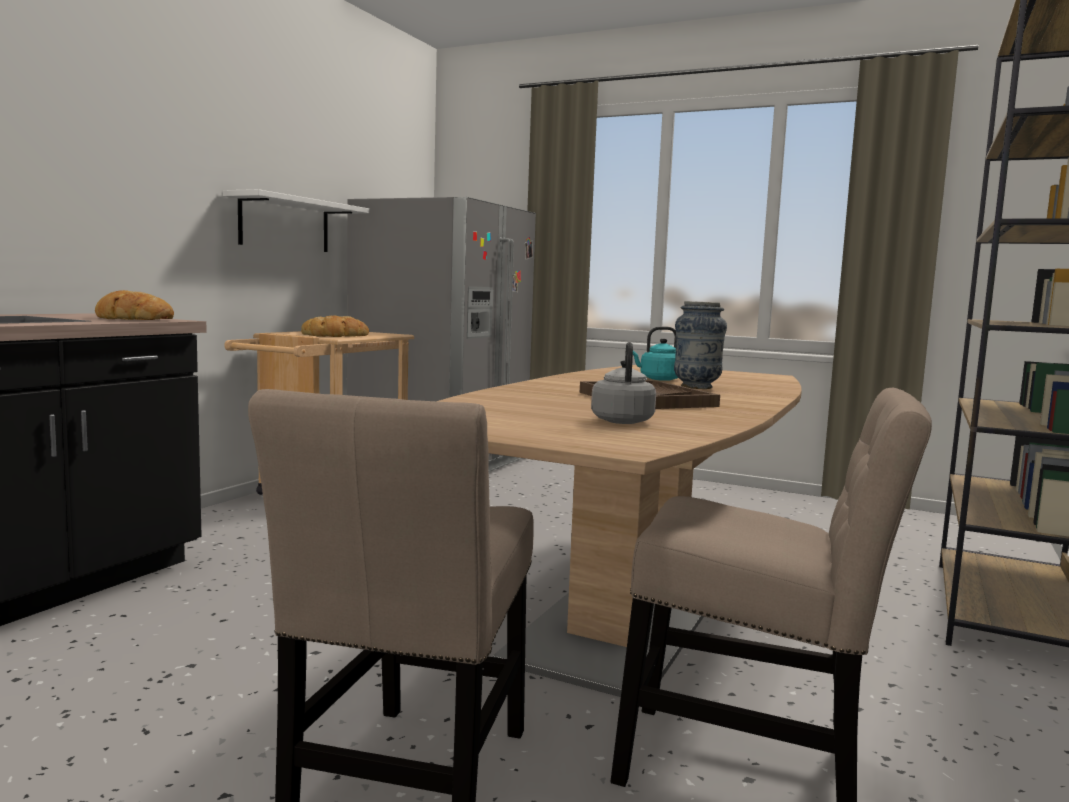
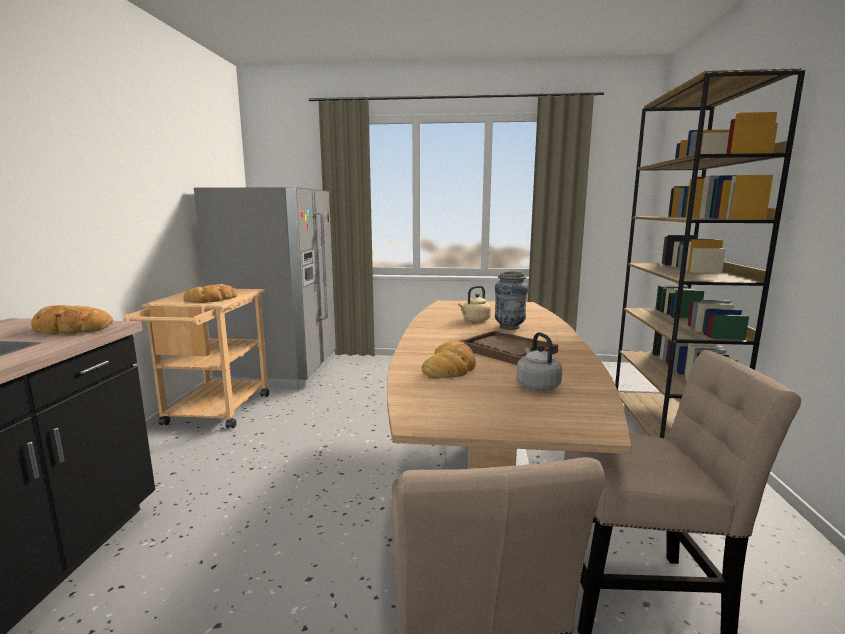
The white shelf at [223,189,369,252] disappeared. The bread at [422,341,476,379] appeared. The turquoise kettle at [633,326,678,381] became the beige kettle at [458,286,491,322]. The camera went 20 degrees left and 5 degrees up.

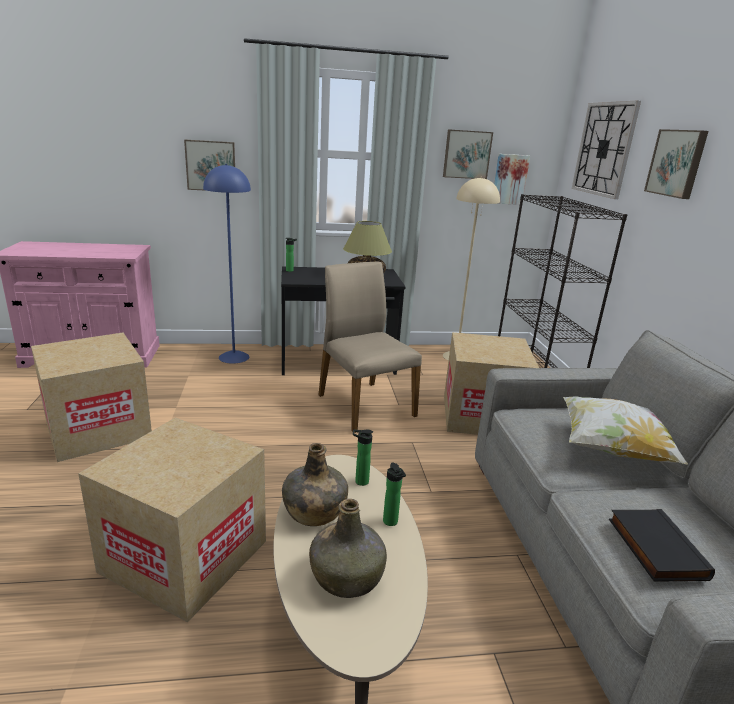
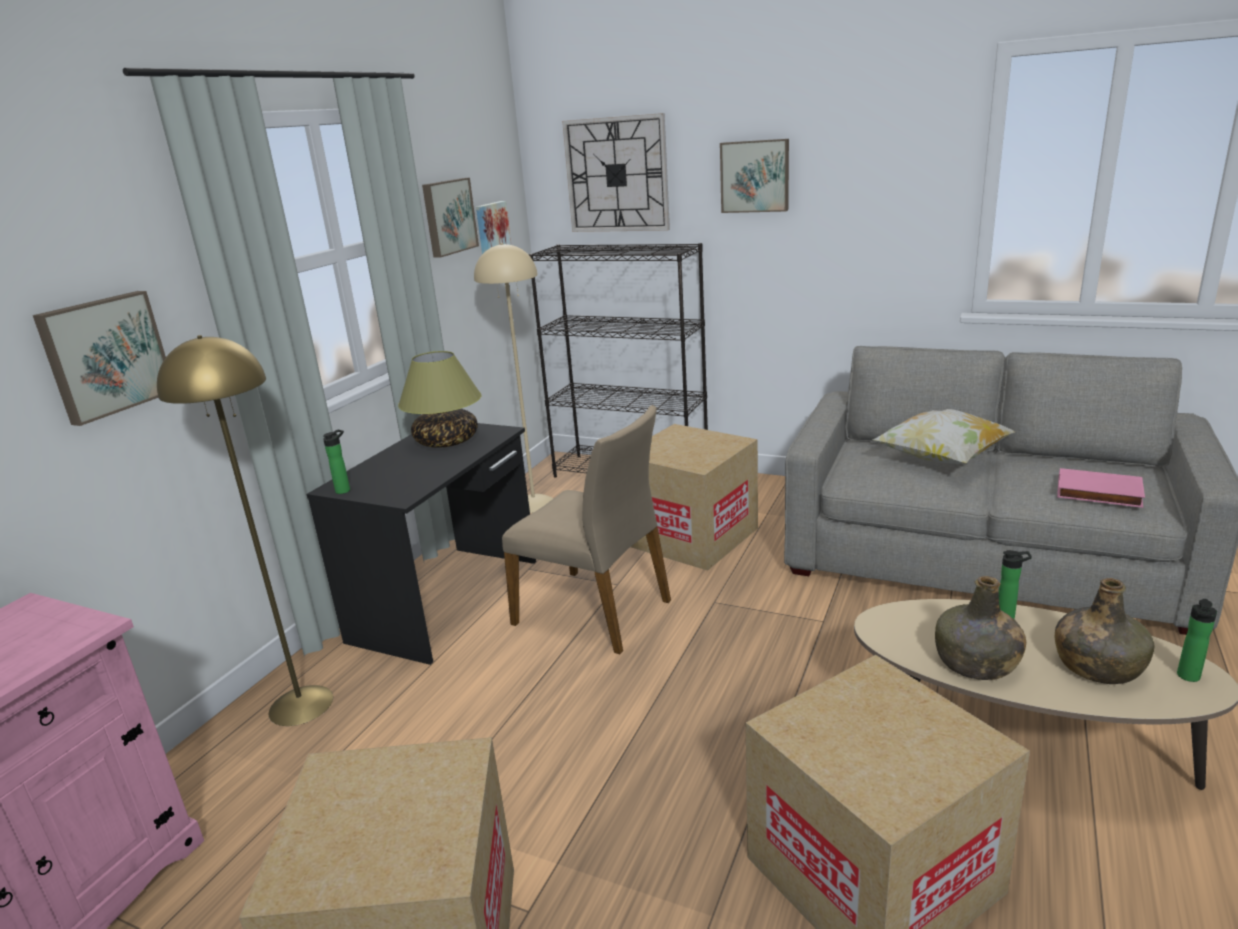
The bottle moved from [353,429,373,486] to [1177,599,1217,682]. The blue floor lamp at [203,164,251,364] became the yellow floor lamp at [157,335,333,726]. The black book at [609,509,715,582] became the pink book at [1057,468,1145,508]. The beige chair at [318,261,422,433] turned 150 degrees counterclockwise. The camera went 55 degrees left and 0 degrees up.

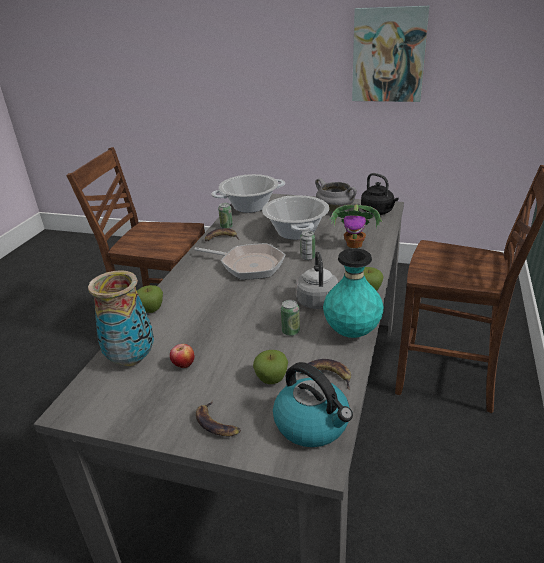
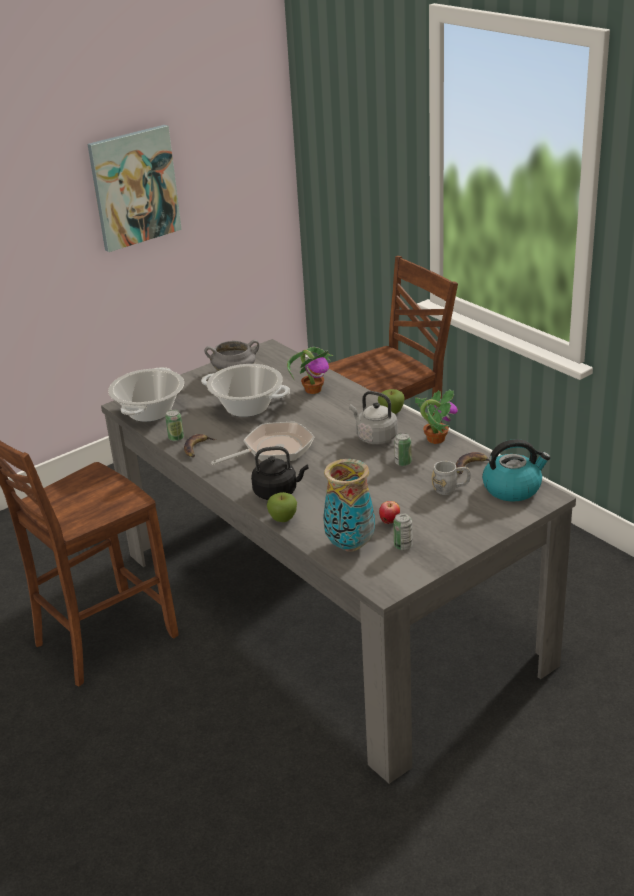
The banana at [196,401,241,437] disappeared. The can moved from [300,231,315,260] to [393,513,413,550]. The black kettle moved from [361,173,399,215] to [251,446,309,500]. The apple at [253,350,288,384] was replaced by the grey mug at [432,461,471,495]. The turquoise vase at [323,248,383,338] was replaced by the potted plant at [415,390,458,444]. The camera went 55 degrees left and 0 degrees up.

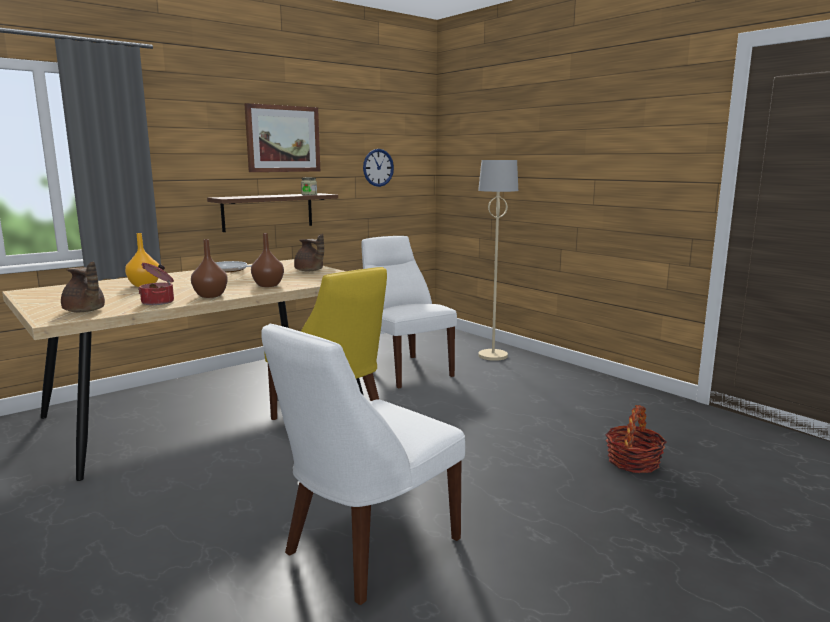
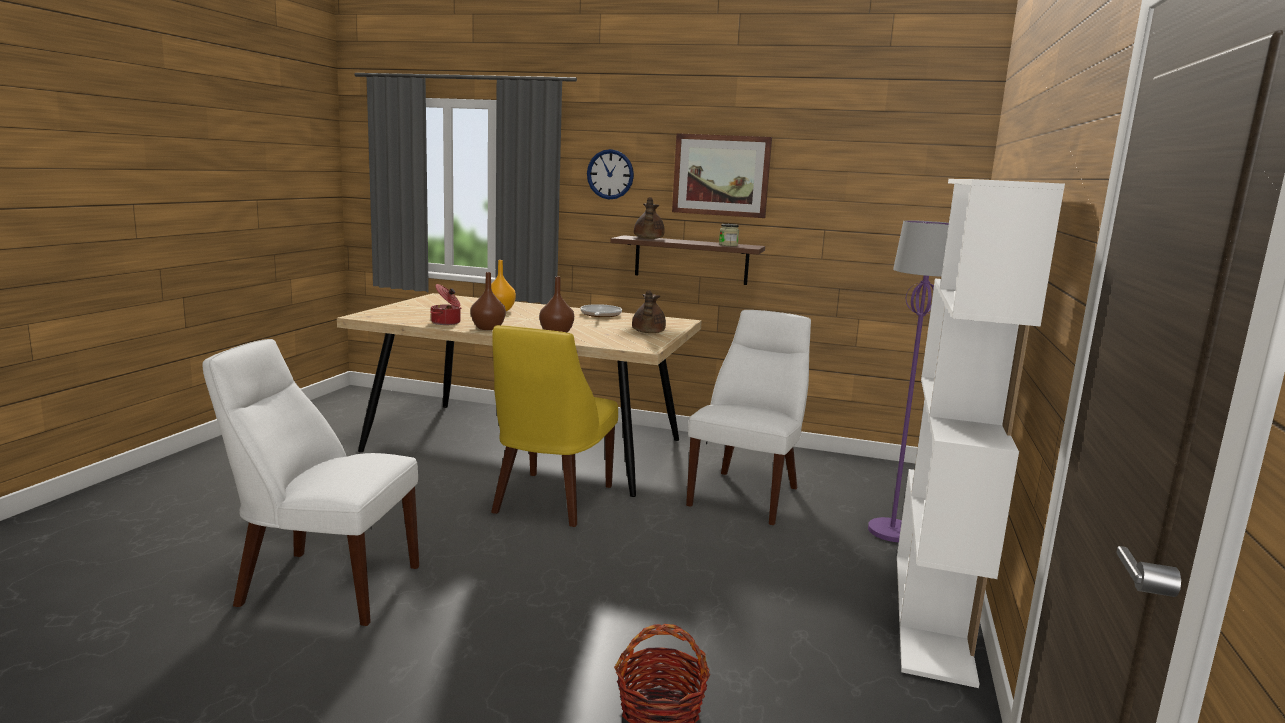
The white bookcase at [897,179,1065,688] appeared. The brown teapot moved from [61,262,105,312] to [634,197,664,239]. The wall clock moved from [363,149,394,187] to [587,149,634,199]. The beige floor lamp at [478,160,518,361] became the purple floor lamp at [868,220,949,542]. The camera went 55 degrees right and 0 degrees up.

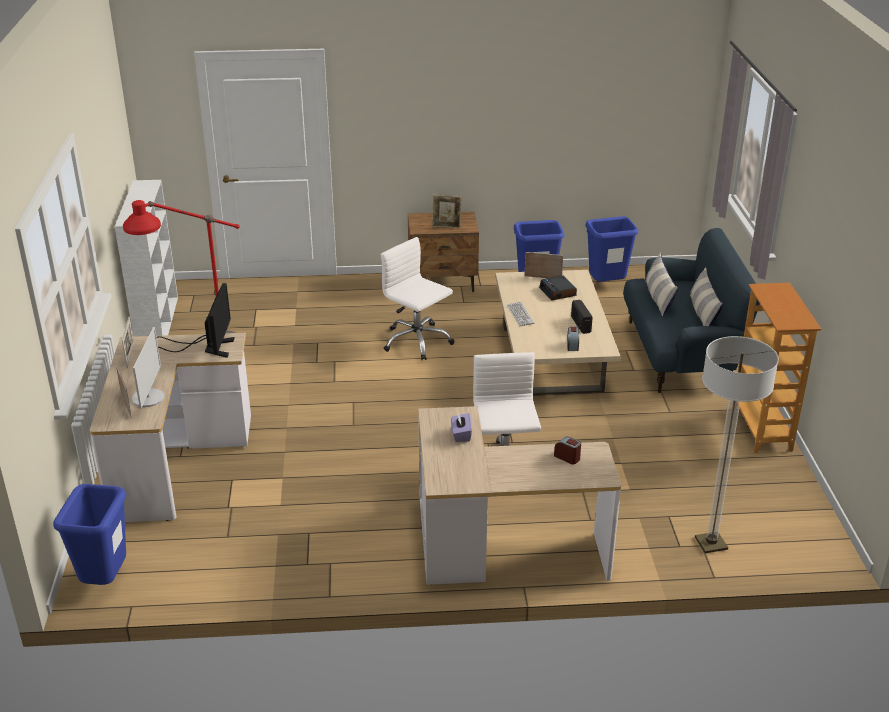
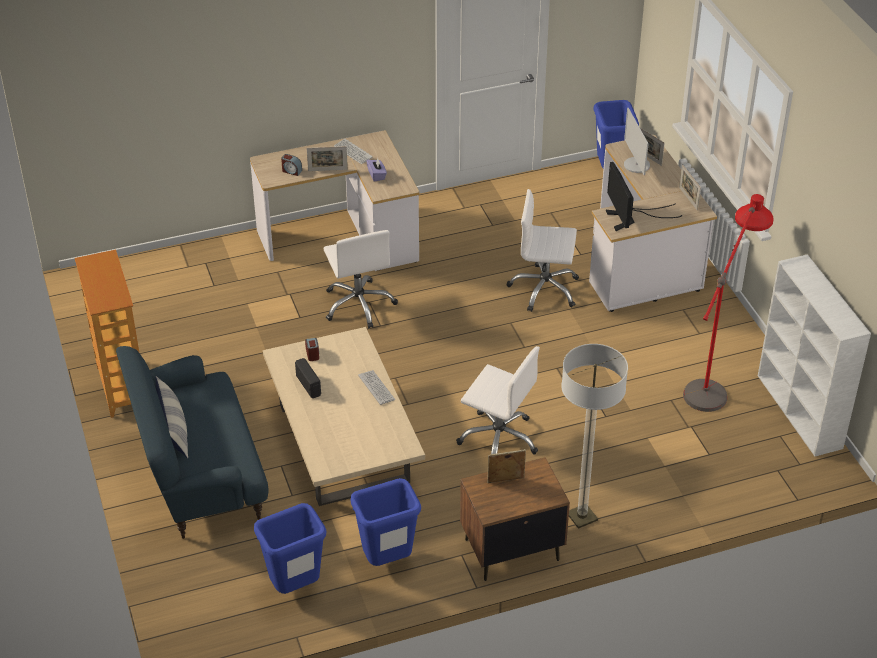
The alarm clock at [539,276,577,301] disappeared. The pillow at [645,253,678,317] disappeared. The keyboard at [334,139,373,164] appeared. The white office chair at [507,189,579,312] appeared. The picture frame moved from [524,252,564,278] to [307,146,348,171]. The floor lamp moved from [695,336,779,553] to [561,344,628,529]. The camera went 165 degrees right and 10 degrees up.

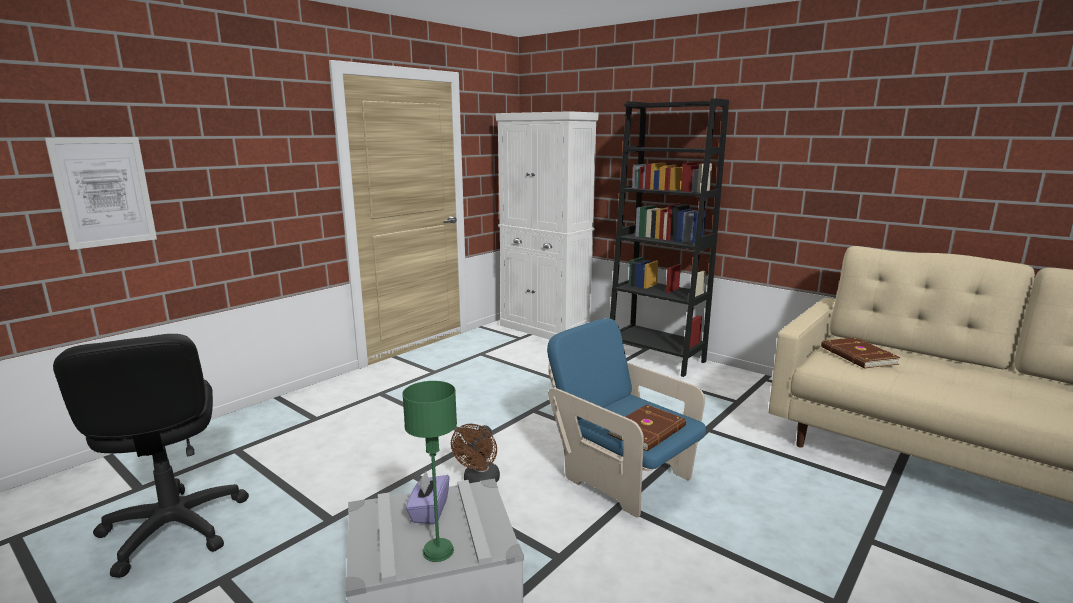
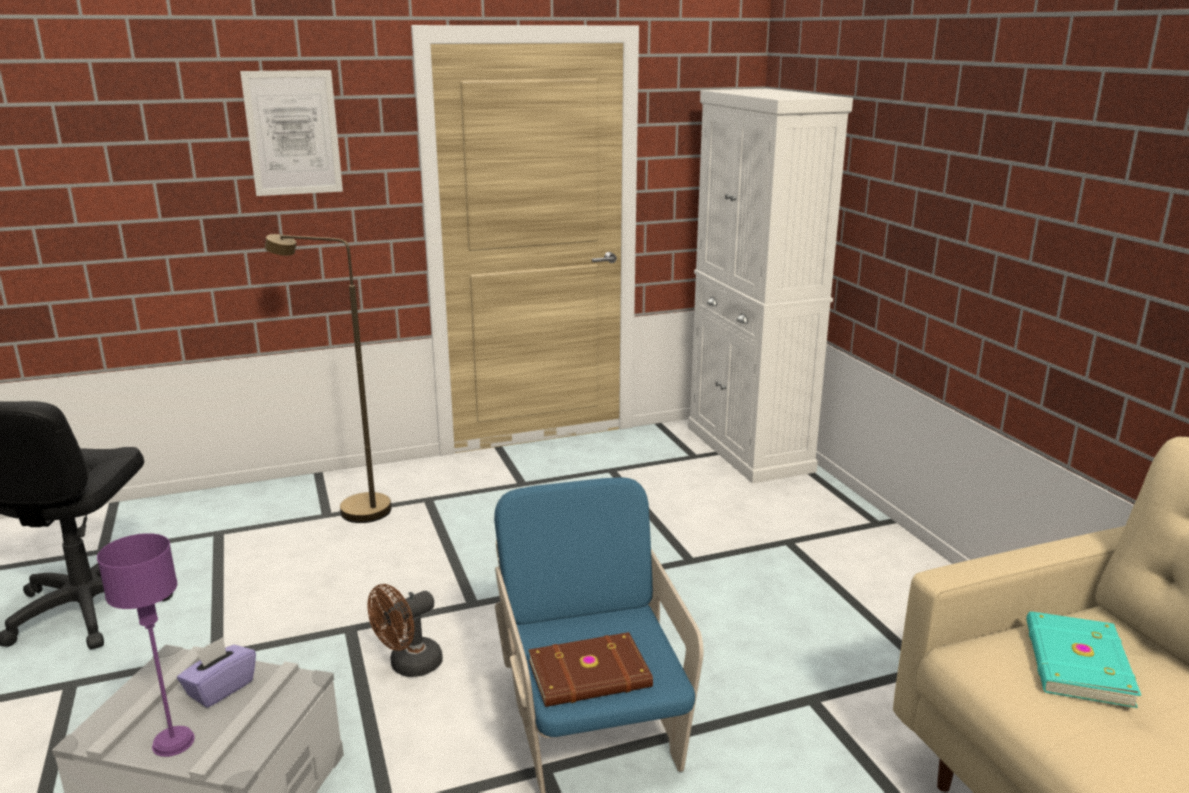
The black bookcase at [610,98,729,377] disappeared. The brown floor lamp at [265,234,391,523] appeared. The picture moved from [45,137,157,250] to [240,70,343,196]. The green table lamp at [402,381,457,562] became the purple table lamp at [97,533,195,757]. The brown book at [821,338,901,368] became the turquoise book at [1026,611,1141,708]. The camera went 30 degrees right and 5 degrees up.

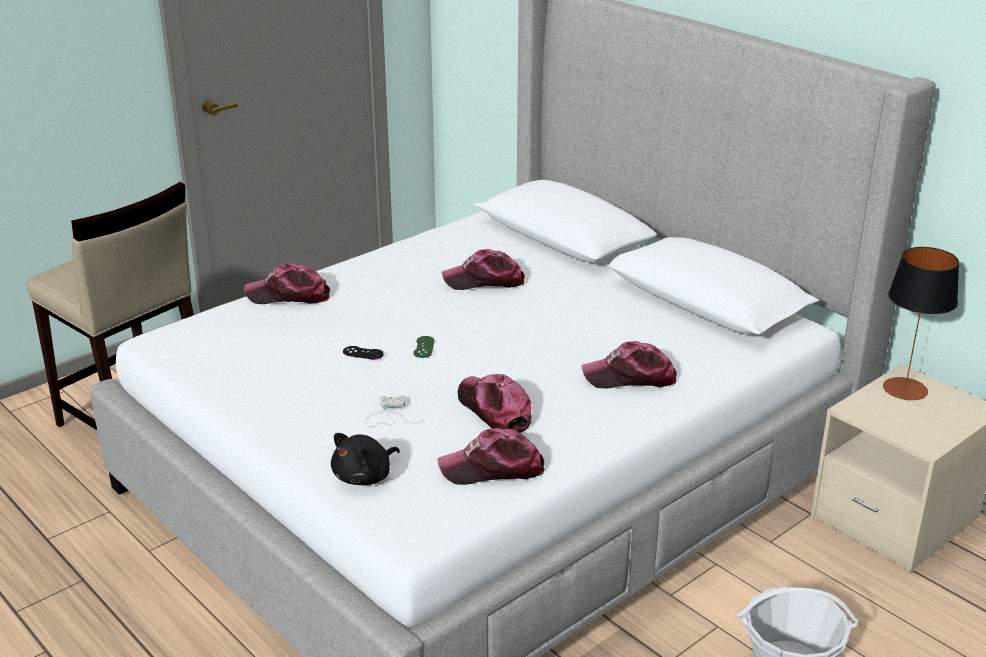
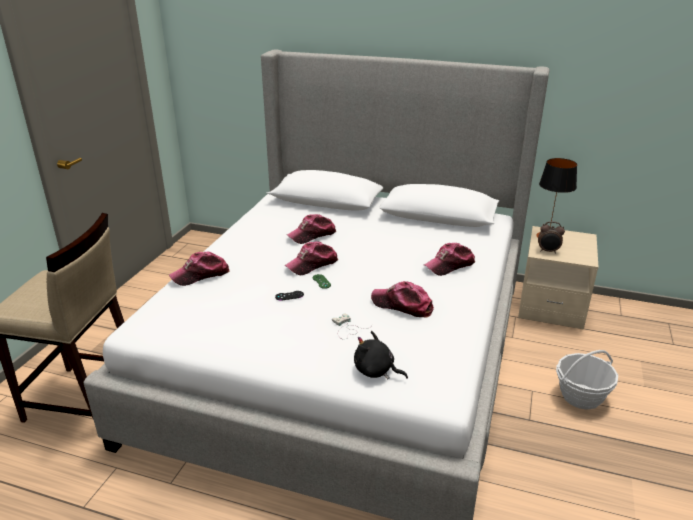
The alarm clock at [538,221,565,254] appeared. The cap moved from [437,428,545,485] to [285,241,338,275]. The black plush toy at [331,433,400,485] turned 105 degrees clockwise. The camera went 30 degrees left and 0 degrees up.

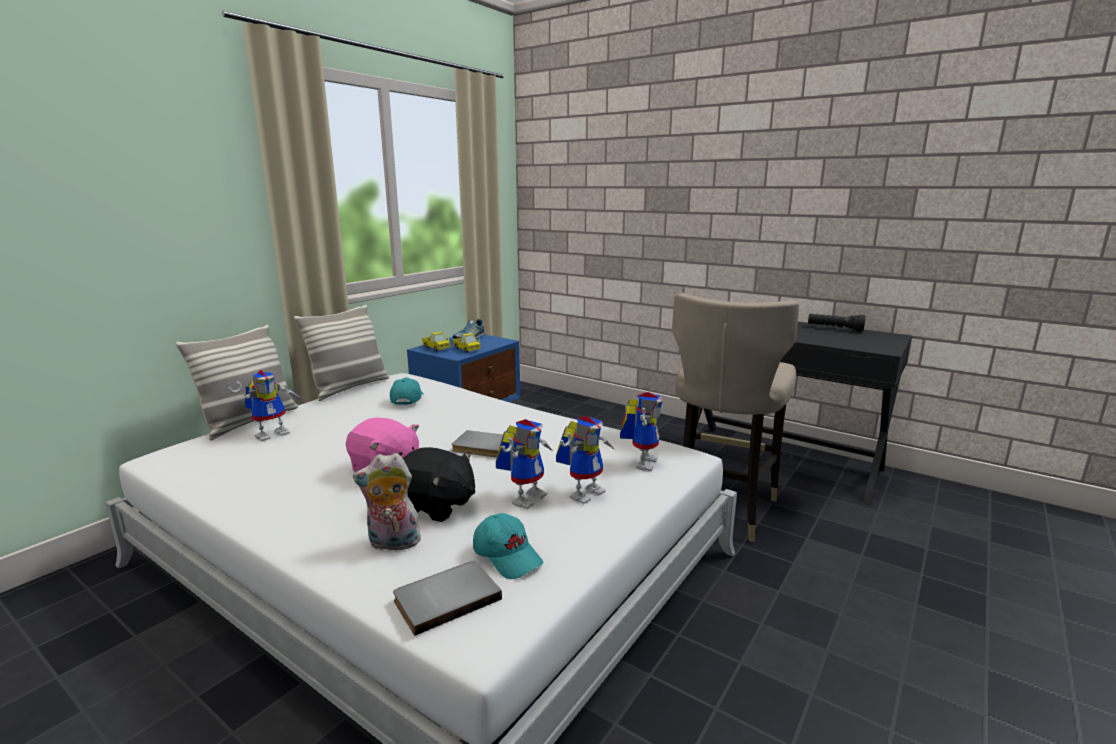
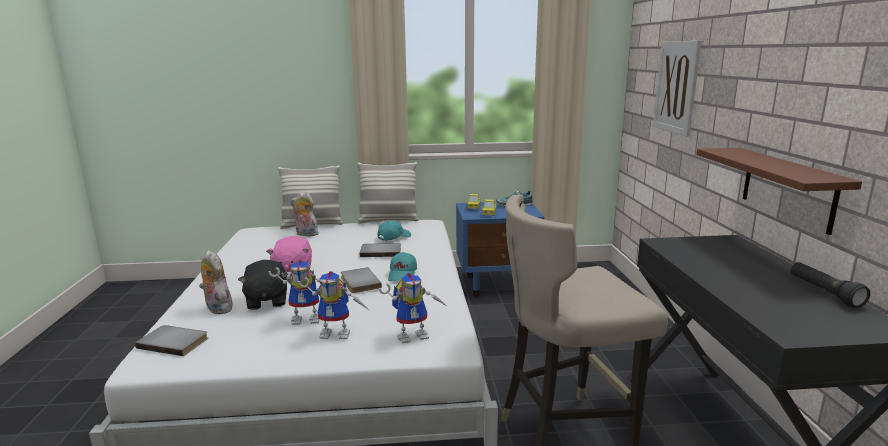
The grey book at [360,243,401,257] appeared. The picture at [653,41,701,137] appeared. The brown shelf at [696,148,862,235] appeared. The turquoise cap moved from [473,513,543,579] to [388,252,417,281]. The toy robot at [229,370,305,441] was replaced by the plush toy at [290,192,320,236]. The camera went 50 degrees right and 0 degrees up.

